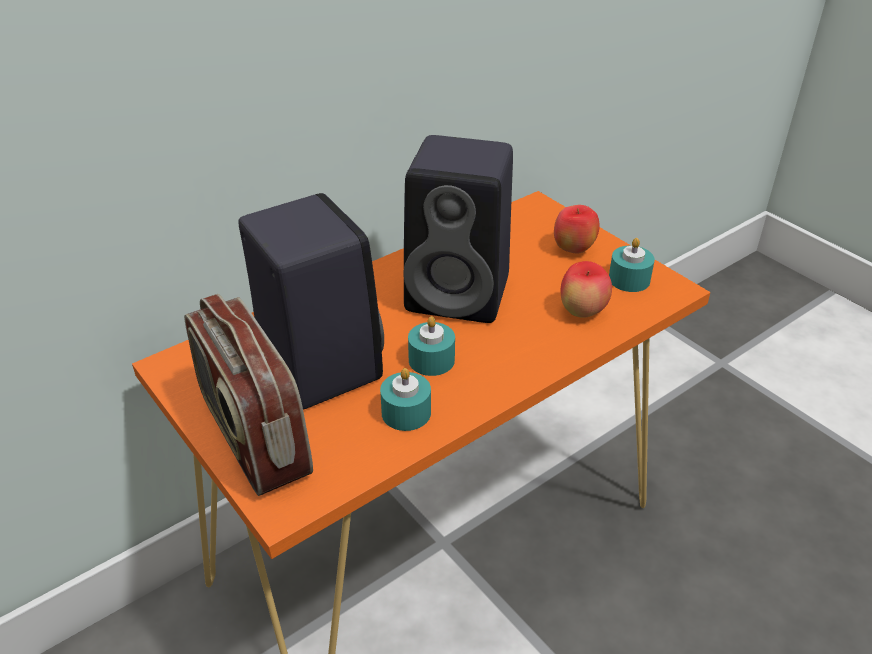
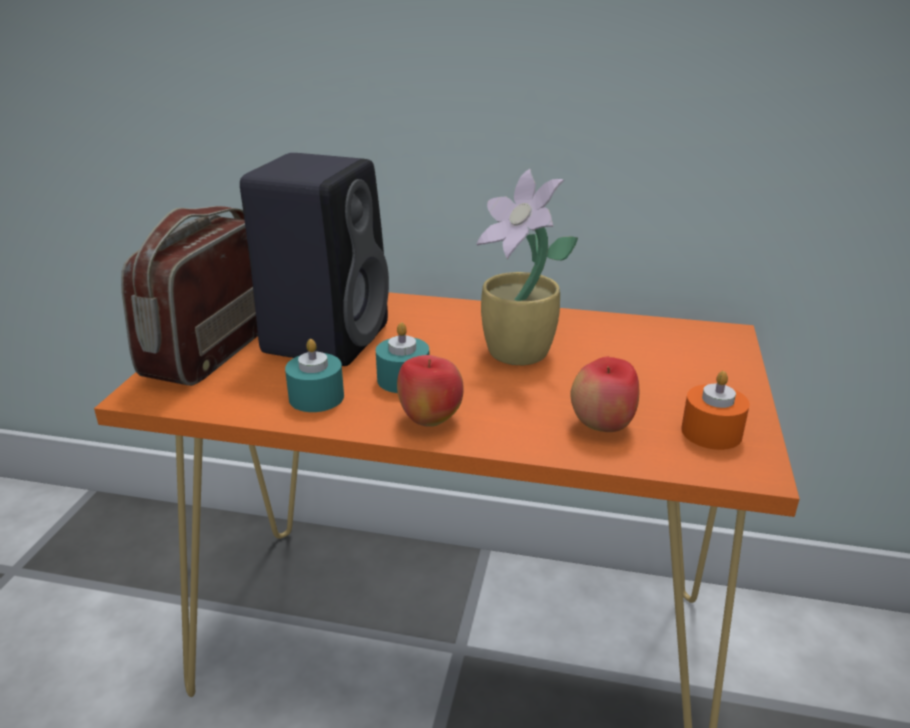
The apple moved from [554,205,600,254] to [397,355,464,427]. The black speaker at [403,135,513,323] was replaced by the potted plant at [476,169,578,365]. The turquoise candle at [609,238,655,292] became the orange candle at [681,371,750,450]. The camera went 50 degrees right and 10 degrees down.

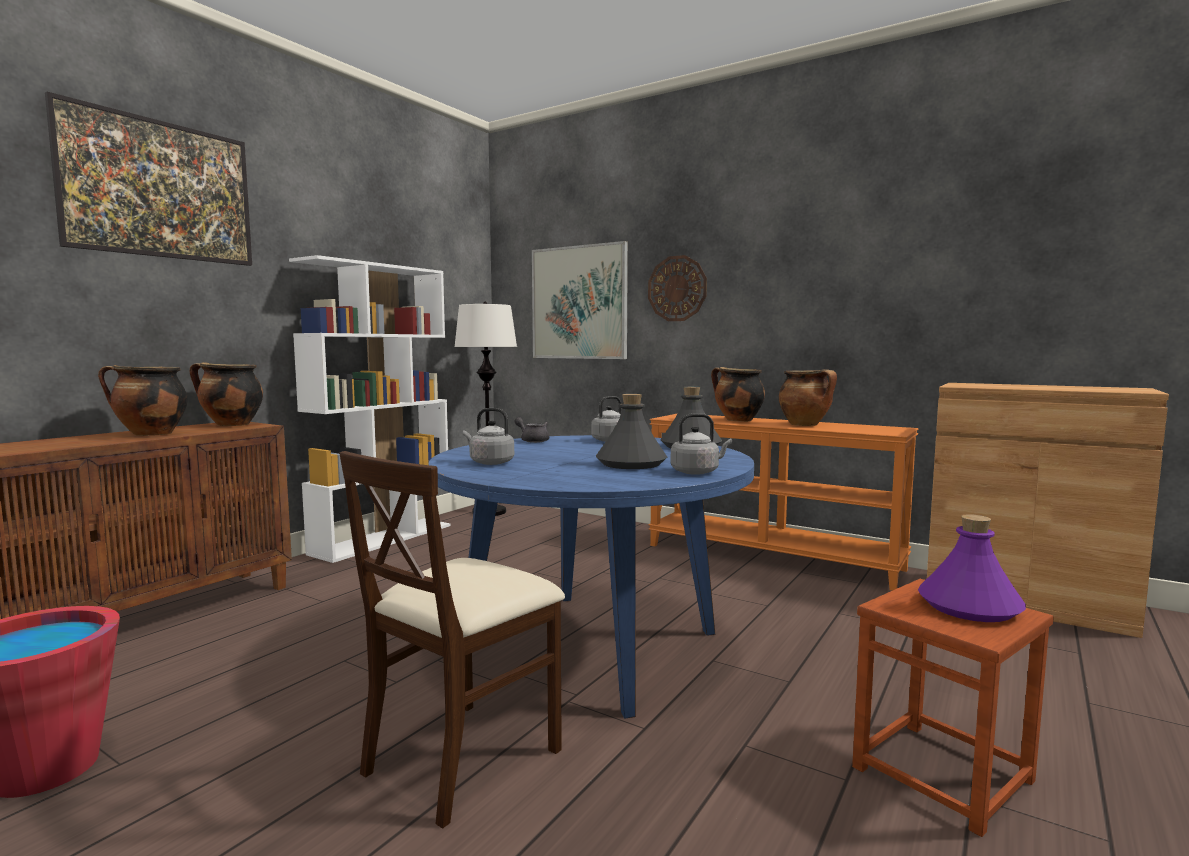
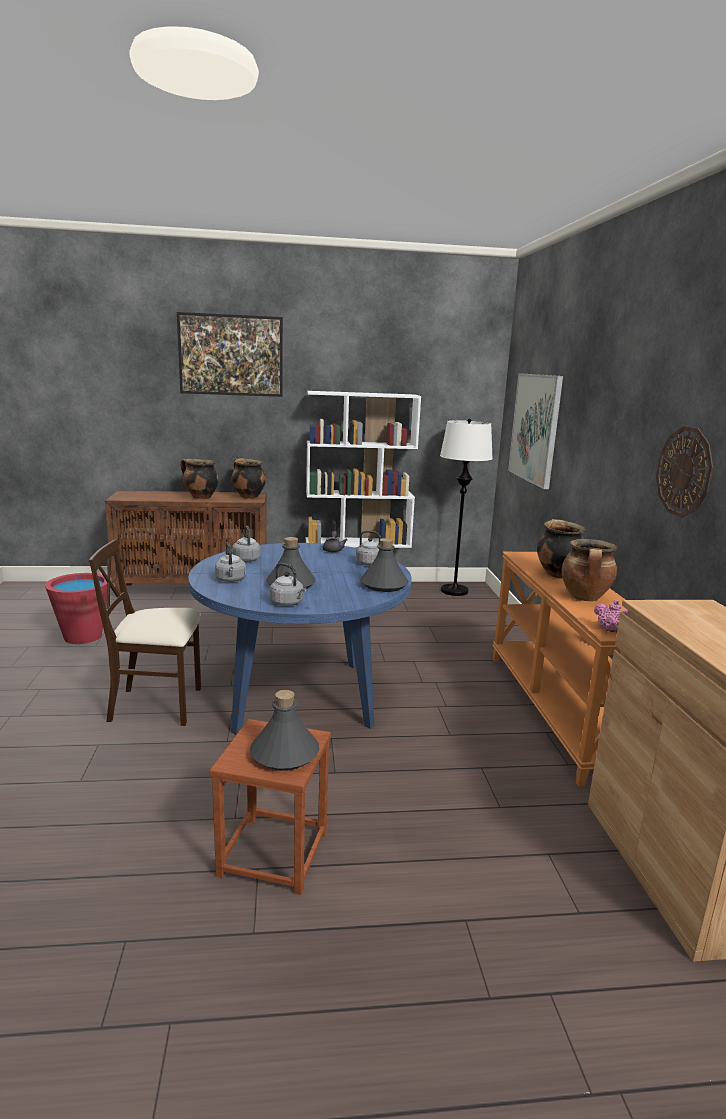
The grey kettle at [215,542,246,582] appeared. The pink teapot at [594,600,628,632] appeared. The wall clock moved from [648,255,707,321] to [656,426,713,517]. The purple bottle at [918,514,1026,622] became the grey bottle at [250,690,319,771]. The camera went 50 degrees right and 10 degrees up.

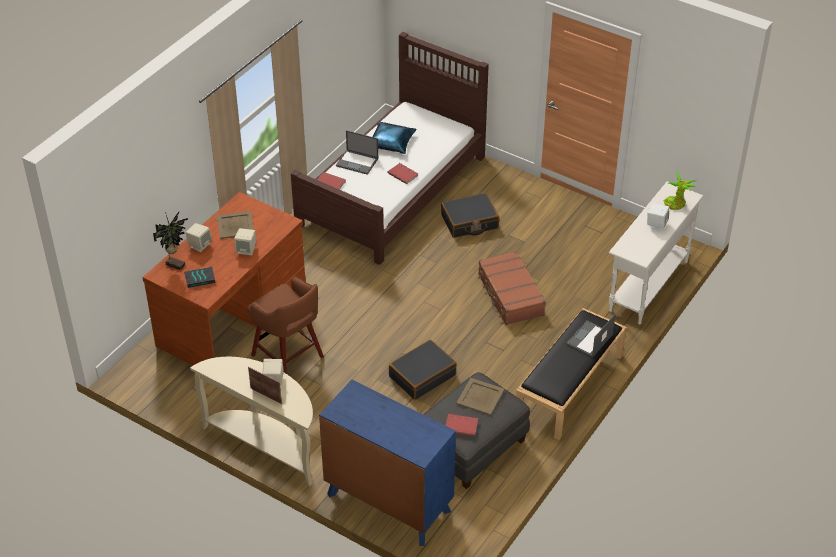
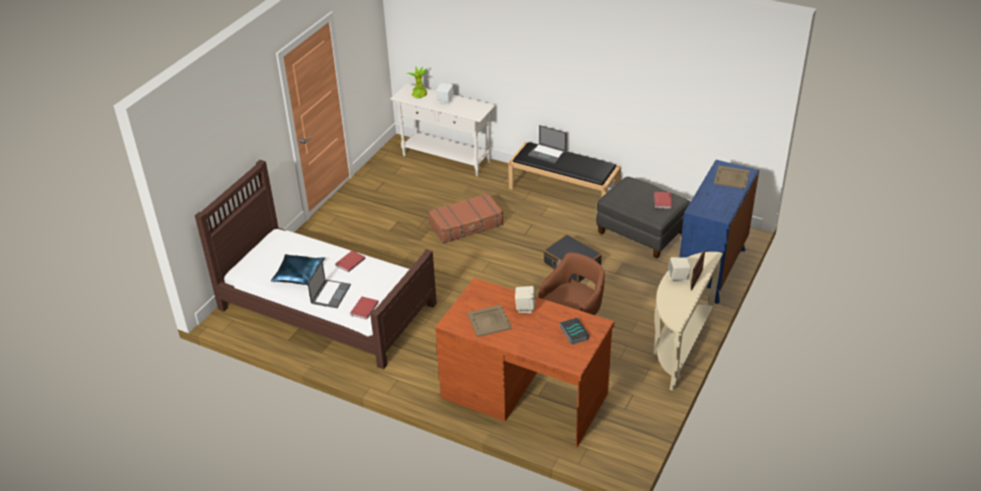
The potted plant at [153,212,188,270] disappeared. The beige speaker at [186,223,212,252] disappeared. The black suitcase at [441,193,499,238] disappeared. The beige tray moved from [456,378,505,415] to [714,166,750,189]. The camera went 95 degrees left and 5 degrees down.

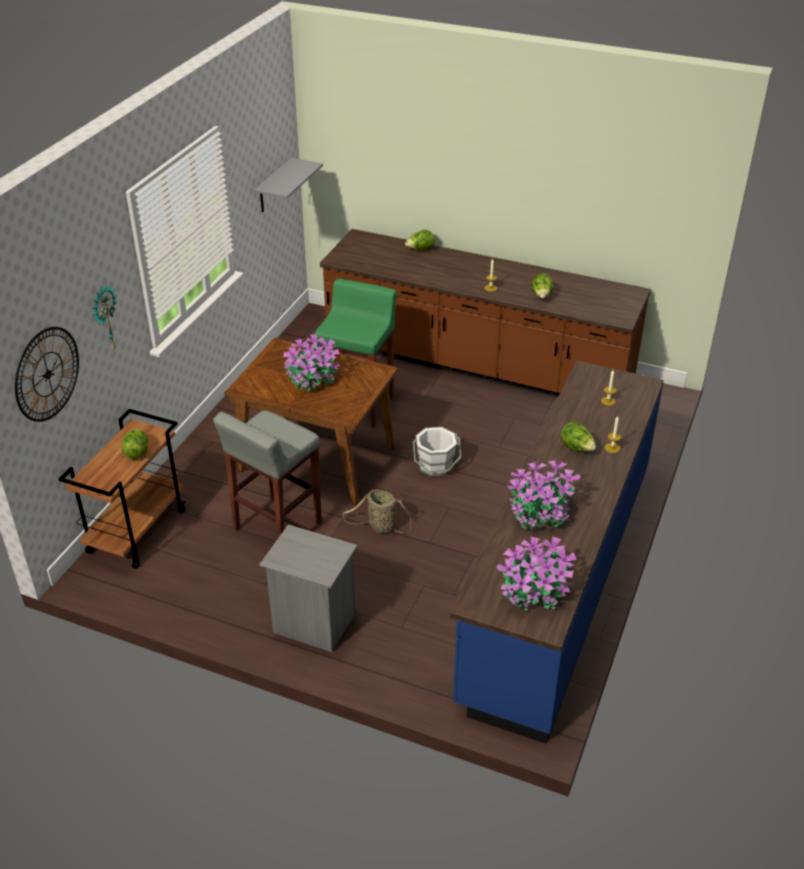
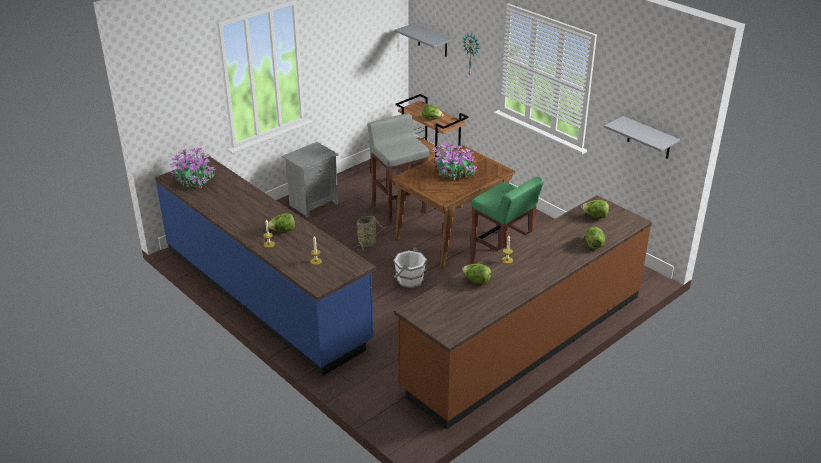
The potted plant at [507,456,581,529] disappeared. The lettuce at [581,200,609,218] appeared. The wall clock at [15,327,79,422] was replaced by the grey shelf at [395,23,453,57]. The camera went 115 degrees right and 5 degrees down.

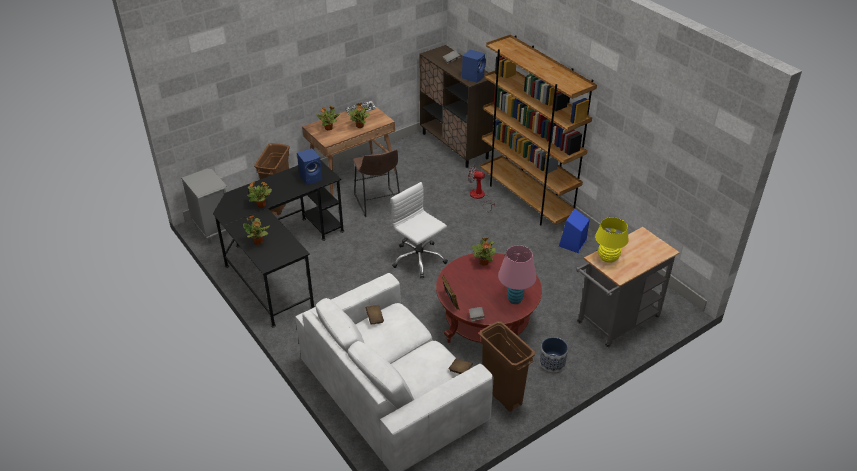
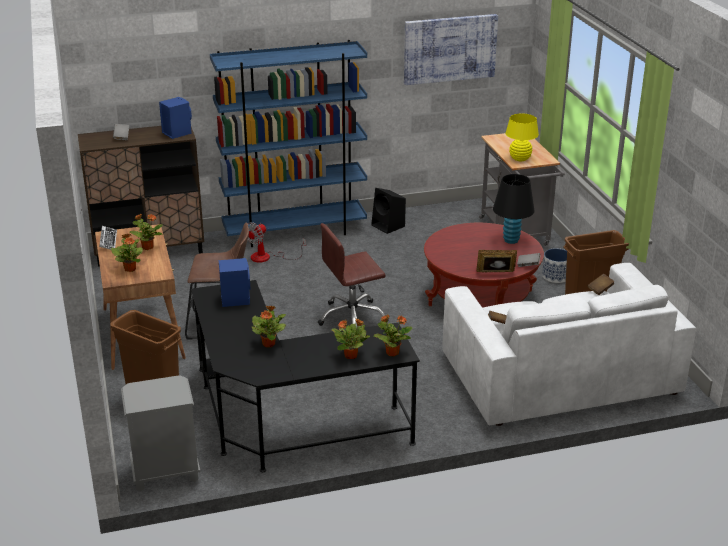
The picture at [404,14,498,85] appeared. The potted plant moved from [472,237,496,266] to [374,314,412,357]. The white office chair at [391,182,448,278] became the brown office chair at [318,223,389,329]. The brown bookcase at [480,35,597,225] became the blue bookcase at [210,40,367,247]. The pink table lamp at [498,245,536,304] became the black table lamp at [493,174,535,244]. The blue speaker at [559,209,590,253] became the black speaker at [371,188,406,234]. The camera went 70 degrees left and 10 degrees down.

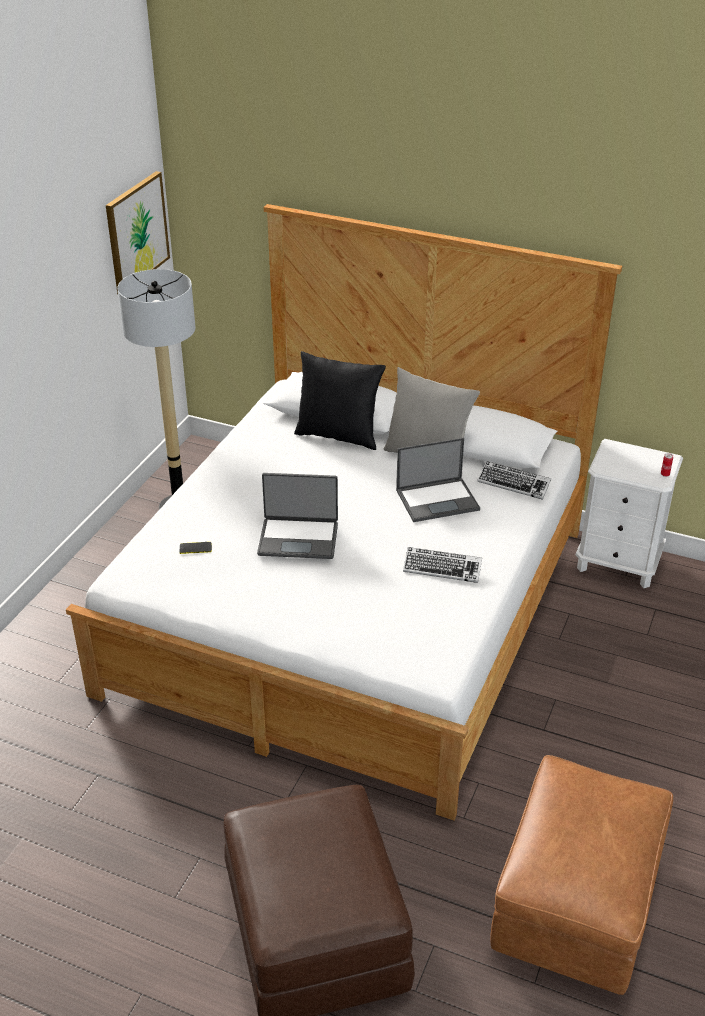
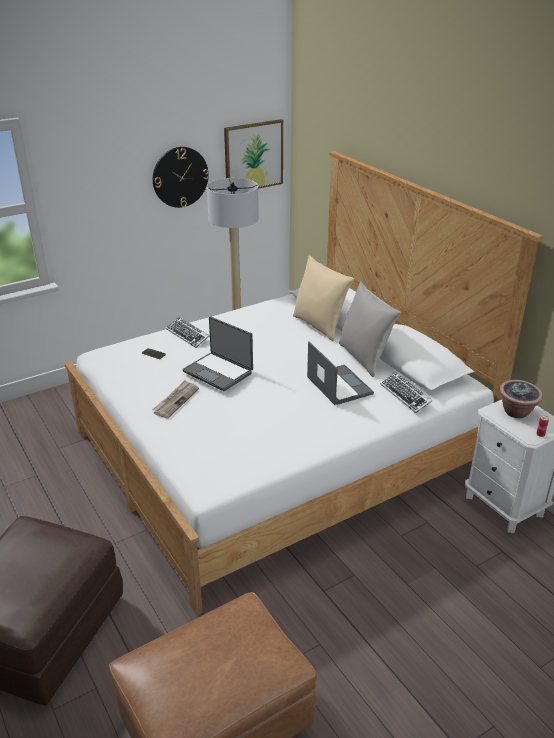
The newspaper at [152,380,199,418] appeared. The wall clock at [153,147,209,208] appeared. The potted plant at [500,380,543,418] appeared. The keyboard moved from [403,547,482,583] to [166,317,209,348]. The black pillow at [294,351,386,450] became the beige pillow at [293,255,354,342]. The laptop at [396,438,480,522] turned 135 degrees counterclockwise. The camera went 35 degrees right and 5 degrees down.

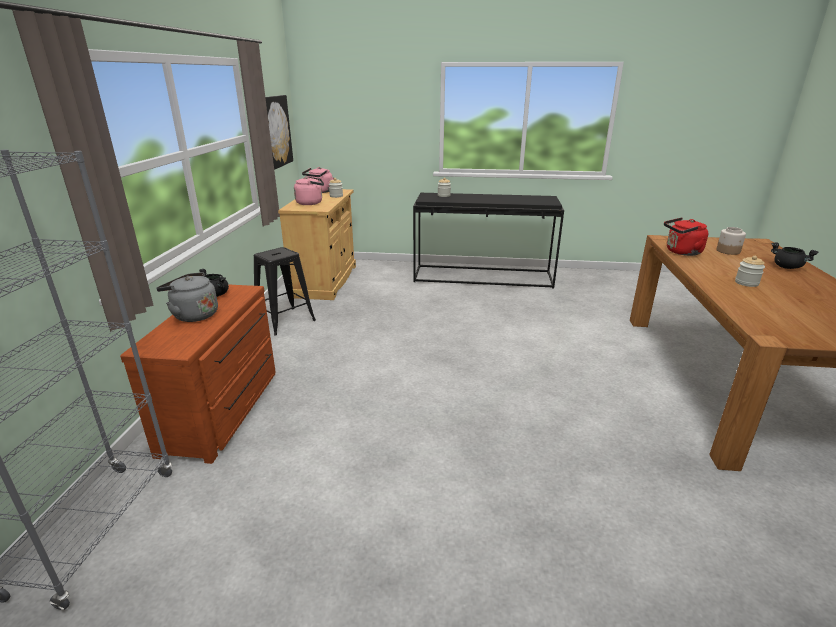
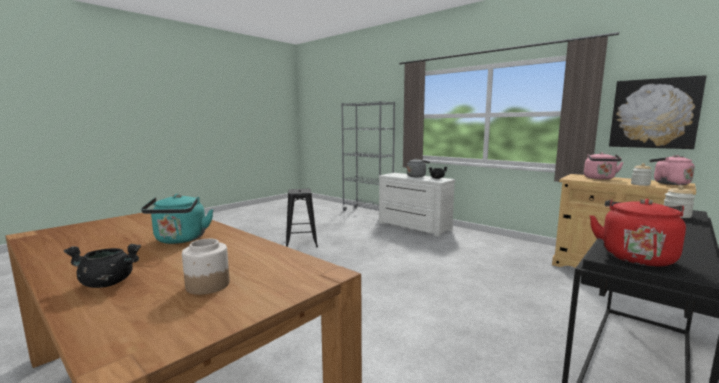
The black stool moved from [254,247,316,336] to [286,189,318,247]. The red kettle moved from [664,217,708,256] to [589,199,686,267]. The jar at [735,256,765,287] was replaced by the turquoise kettle at [141,194,214,244]. The brown dresser at [120,284,276,464] became the white dresser at [379,173,455,237]. The camera went 125 degrees right and 15 degrees down.

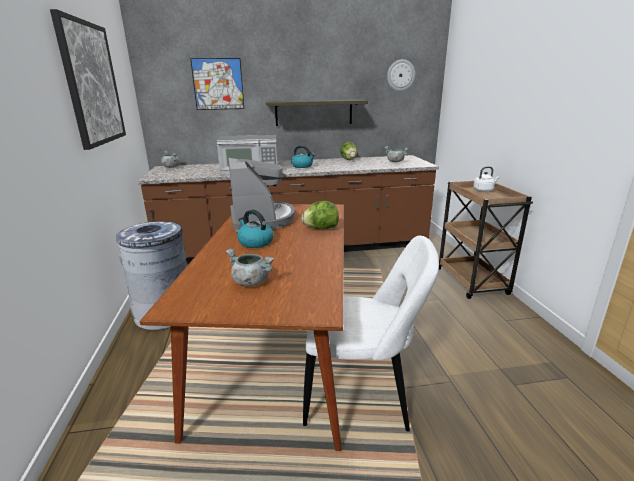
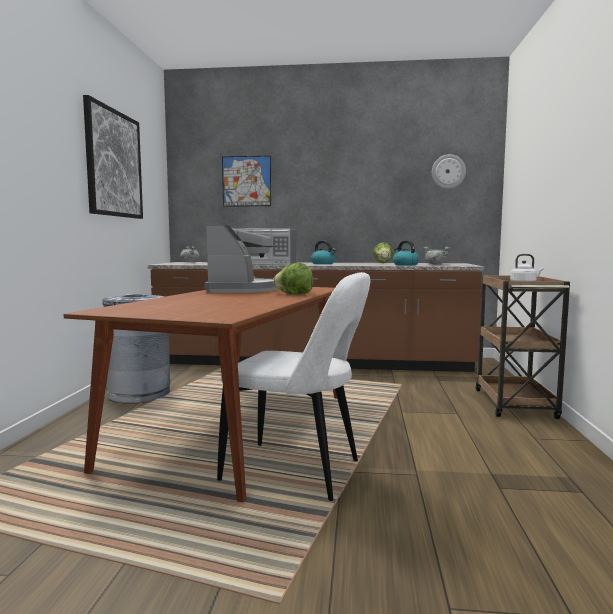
The grey cooking pot at [225,249,274,286] disappeared. The shelf at [266,99,368,126] disappeared. The kettle moved from [237,210,274,248] to [393,240,419,266]. The camera went 15 degrees right and 15 degrees down.

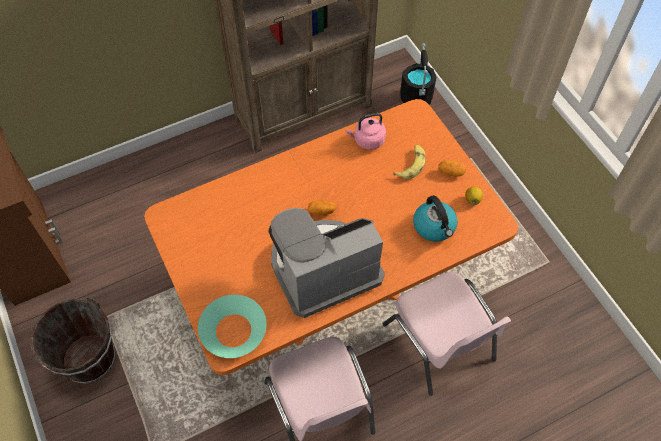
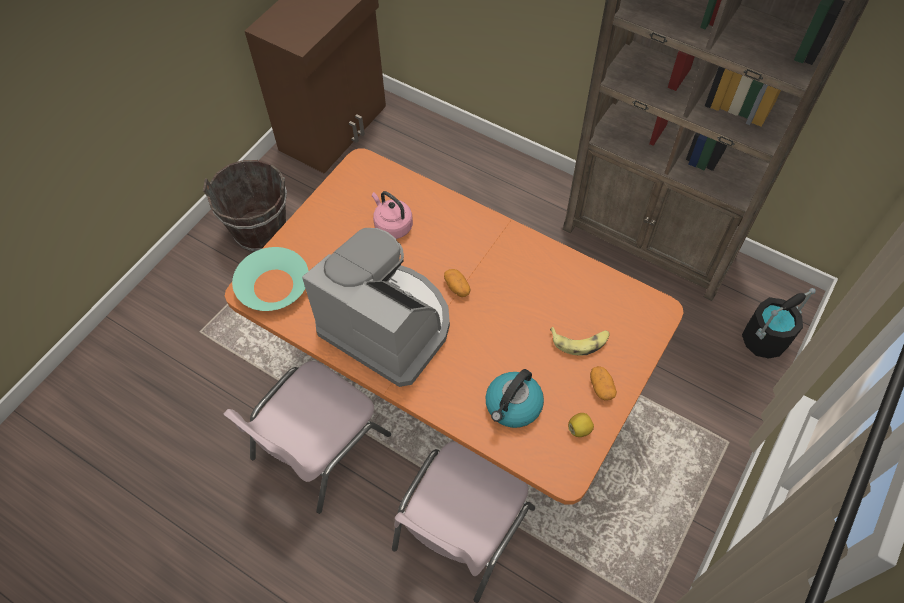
The pink kettle moved from [346,113,386,150] to [372,191,413,239]. The camera went 60 degrees right and 0 degrees up.

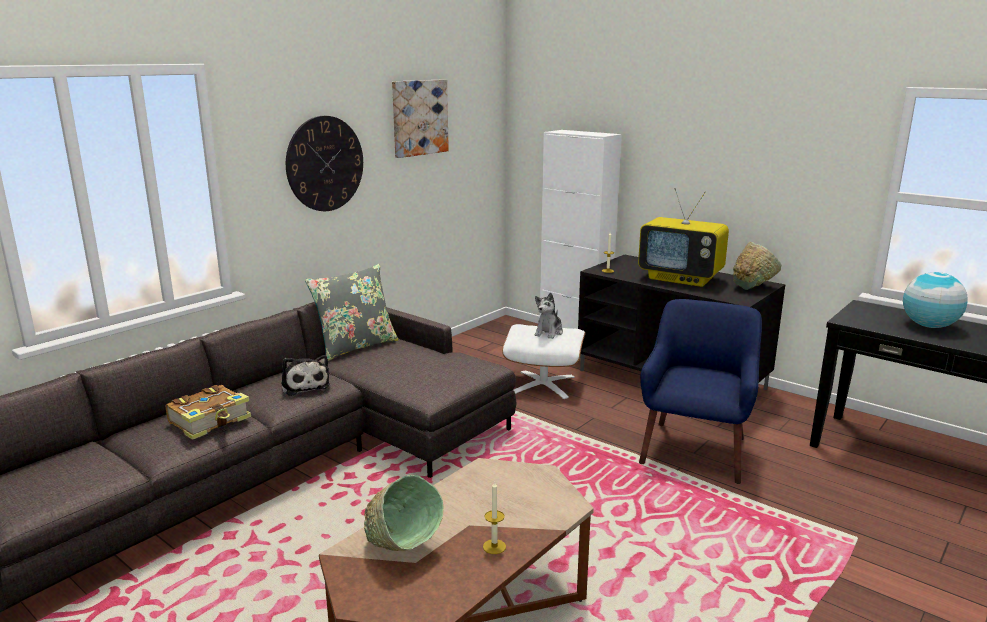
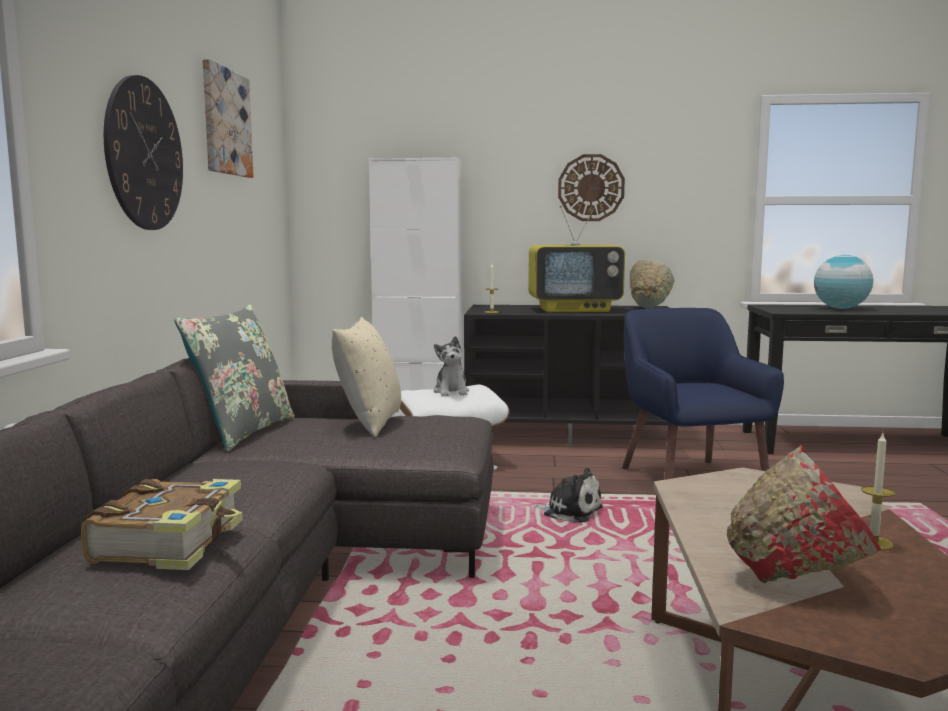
The beige pillow at [332,317,401,437] appeared. The wall clock at [558,154,625,221] appeared. The plush toy moved from [281,355,330,396] to [531,468,603,522]. The green bowl at [364,475,444,551] became the red bowl at [727,445,881,583]. The camera went 35 degrees left and 10 degrees down.

